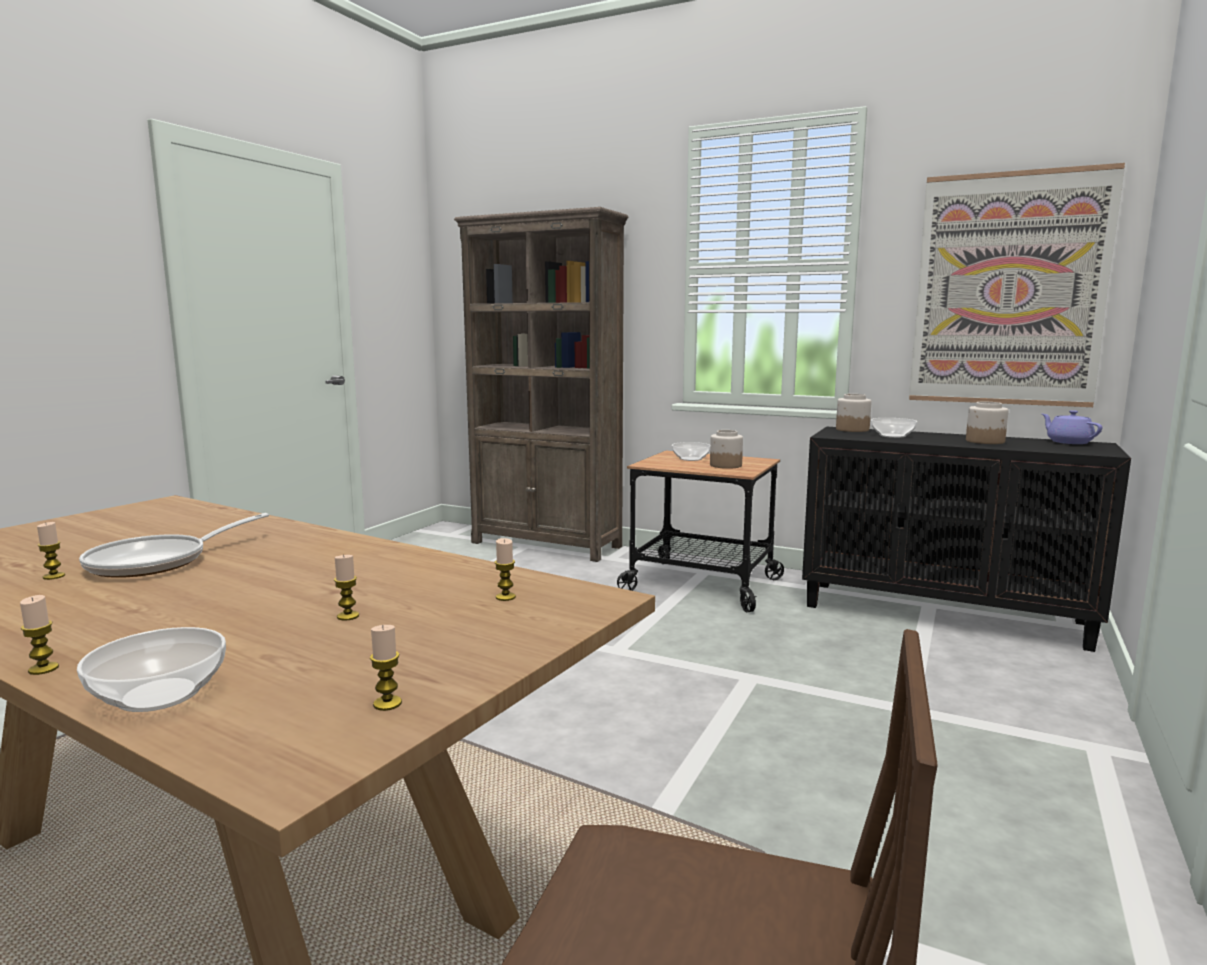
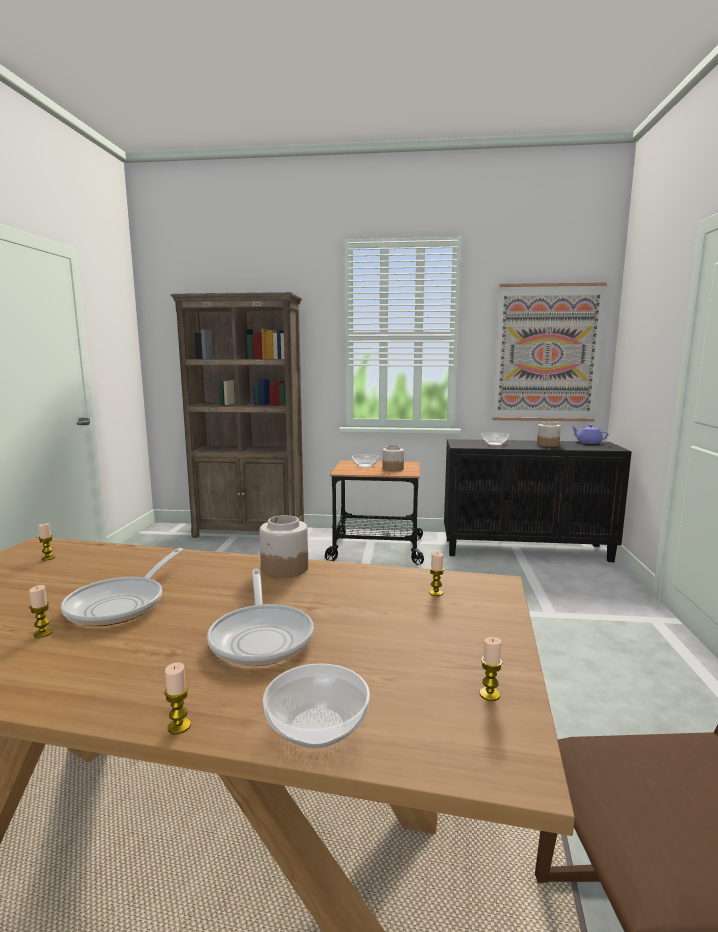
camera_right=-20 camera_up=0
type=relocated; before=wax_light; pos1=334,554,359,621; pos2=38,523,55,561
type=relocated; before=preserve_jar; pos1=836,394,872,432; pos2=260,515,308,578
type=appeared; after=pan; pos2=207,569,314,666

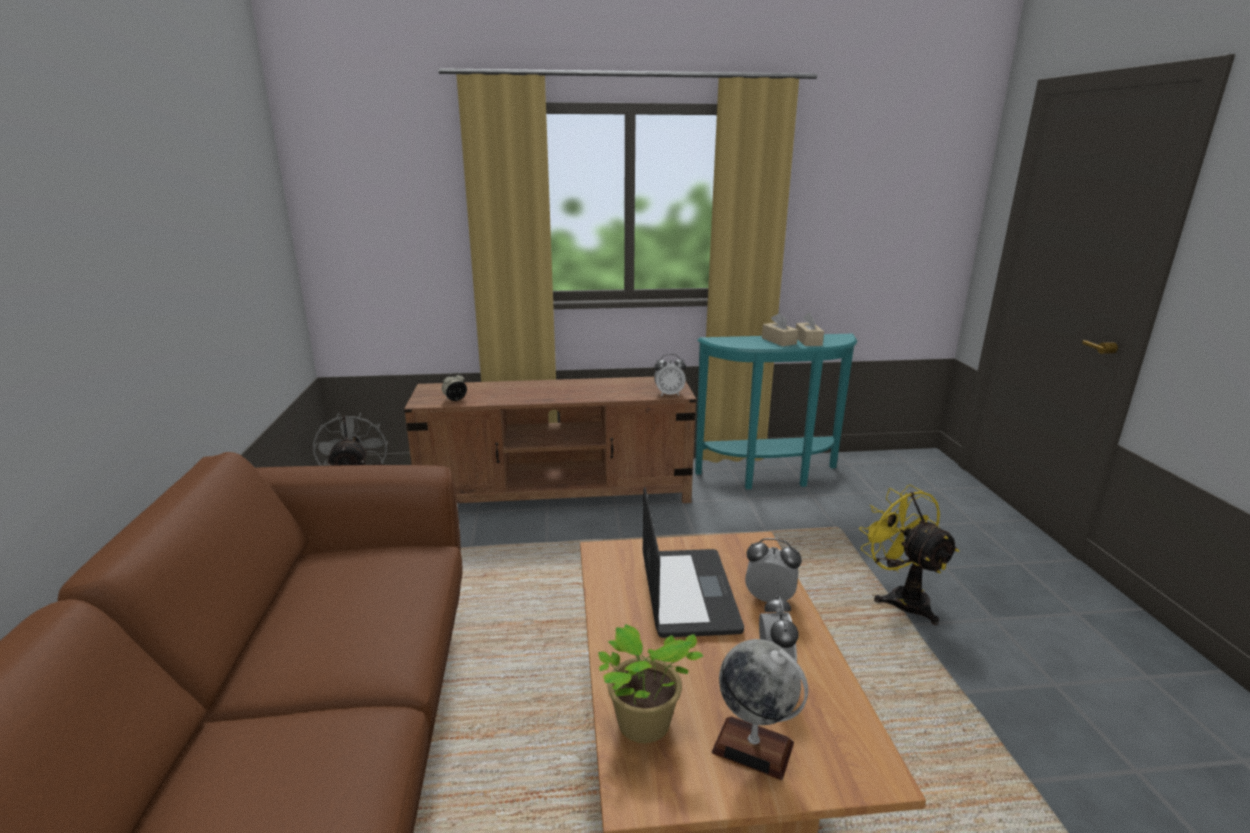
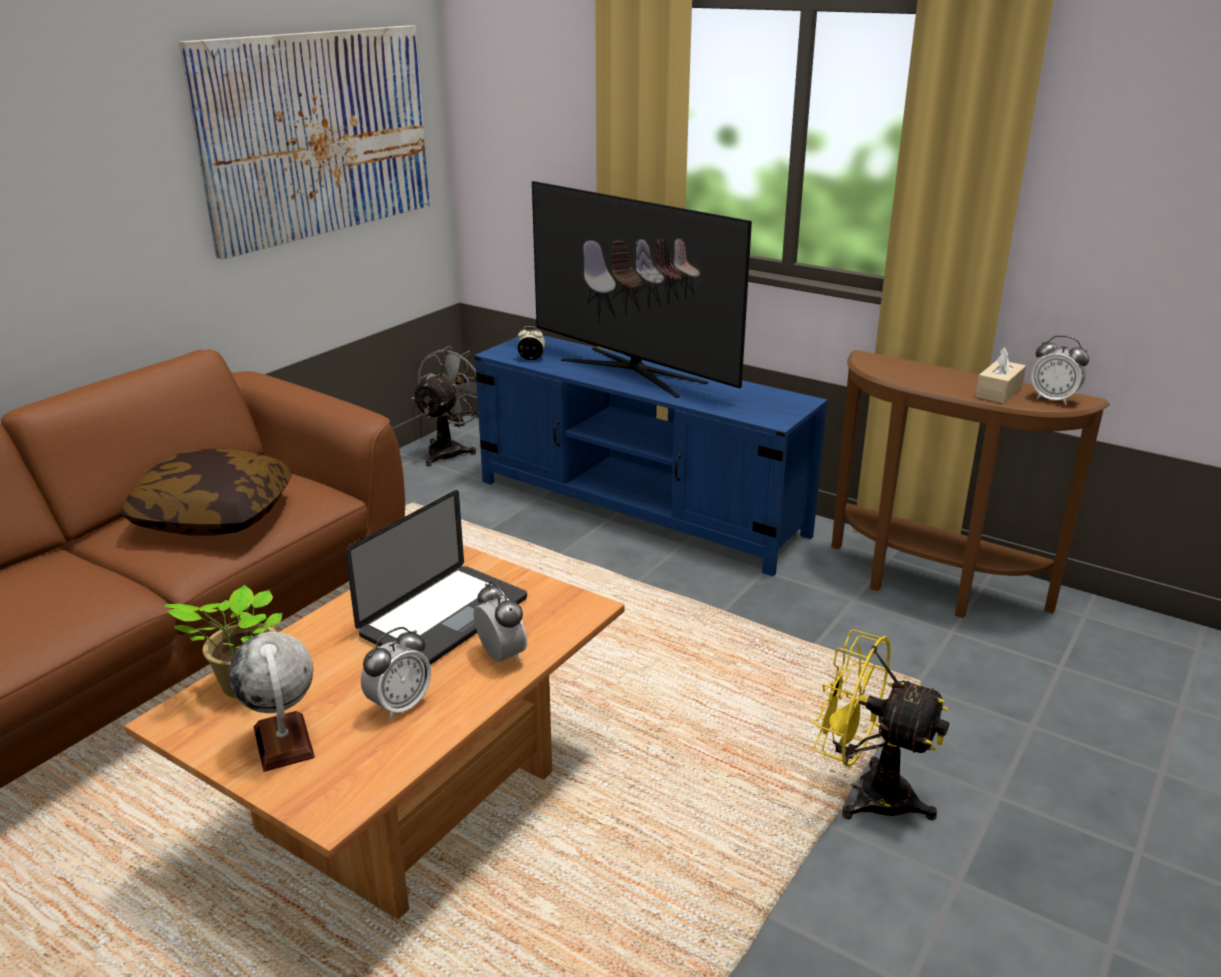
camera_right=40 camera_up=5
type=colour; before=brown-coloured_tv_stand; after=bluish_tv_stand; pos1=404,377,696,503; pos2=474,336,827,576
type=relocated; before=alarm_clock; pos1=654,354,686,396; pos2=1031,335,1089,405
type=colour; before=turquoise_console_table; after=brown-coloured_console_table; pos1=695,334,857,489; pos2=831,350,1110,618
type=missing; before=sand-coloured_tissue_holder; pos1=762,313,798,346
type=spun; before=yellowish_cooling_fan; pos1=859,485,959,625; pos2=813,629,949,820; turn=-75
type=appeared; after=cushion; pos2=120,449,291,536
type=appeared; after=wall_art; pos2=179,25,430,259
type=appeared; after=TV_set; pos2=532,181,752,398

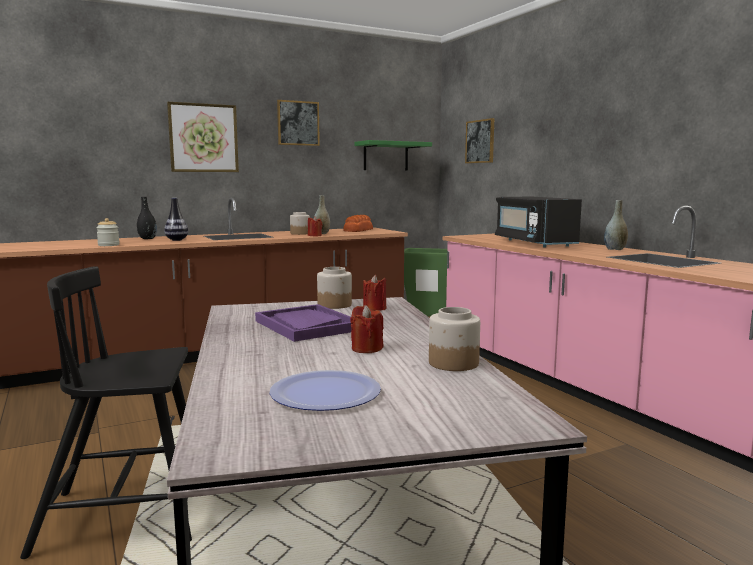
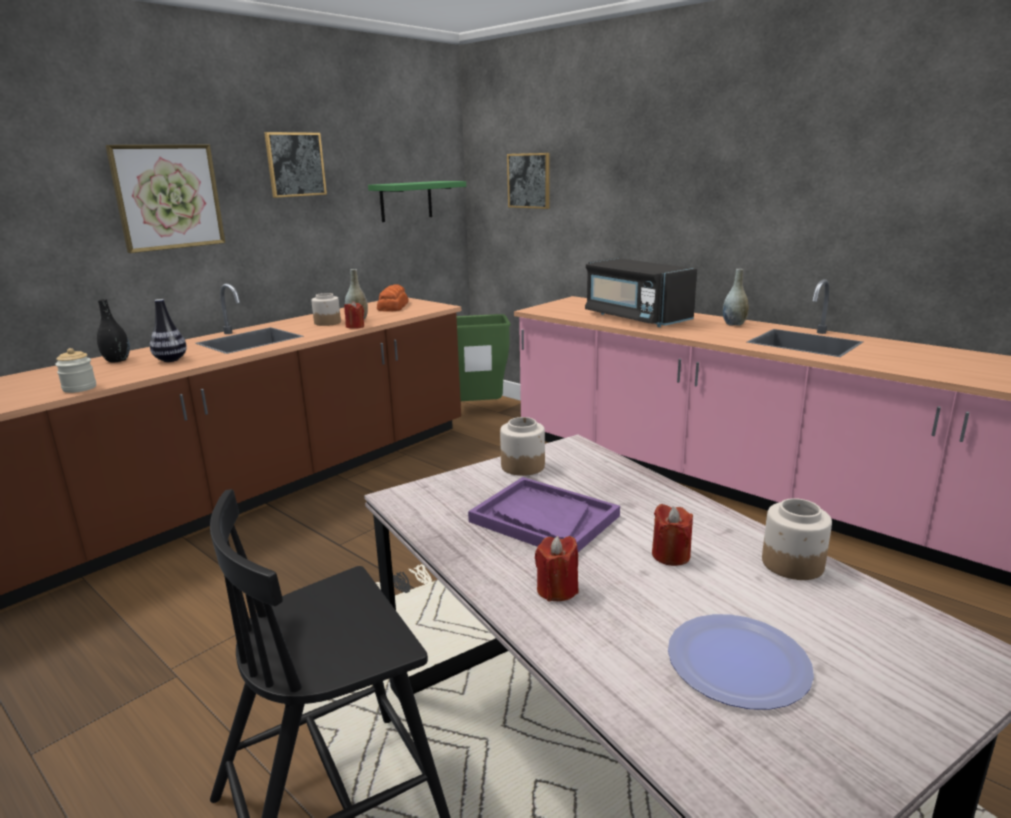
camera_right=-20 camera_up=10
type=relocated; before=reddish_wax_light; pos1=363,275,387,311; pos2=535,536,579,602

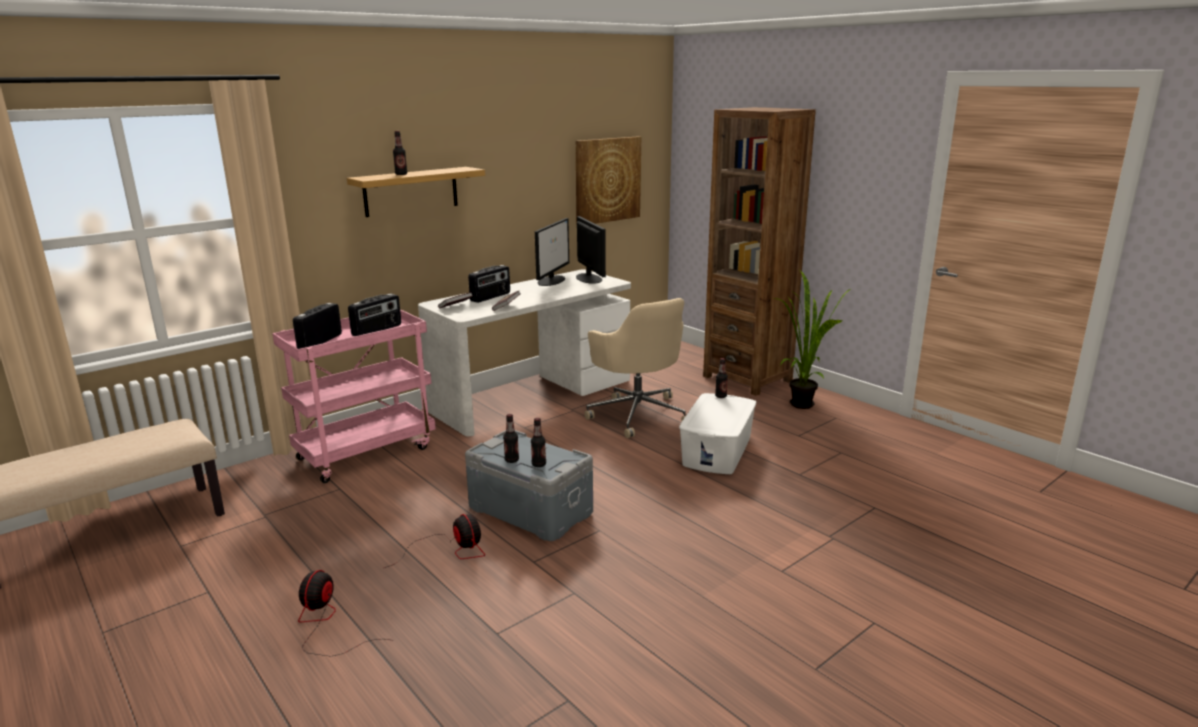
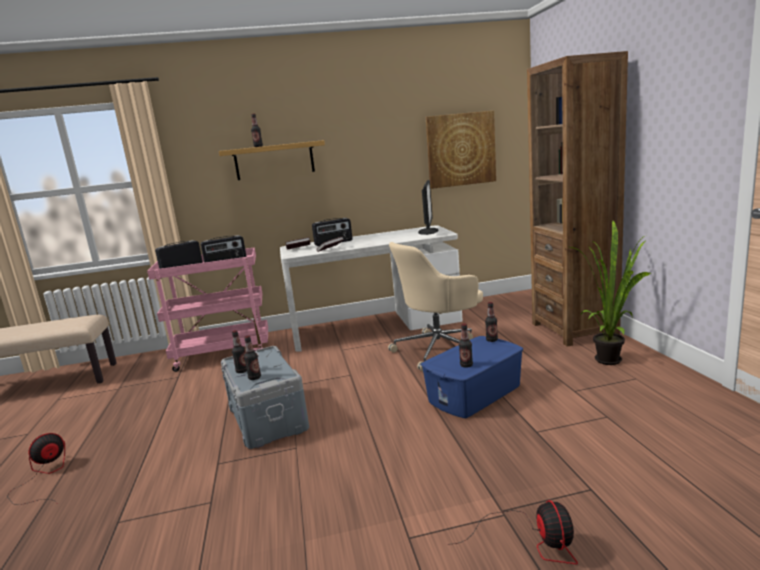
camera_right=30 camera_up=-5
type=relocated; before=cooling_fan; pos1=384,514,485,568; pos2=447,500,578,564
type=missing; before=monitor; pos1=535,218,569,286
type=spun; before=sand-coloured_computer_chair; pos1=585,298,686,438; pos2=388,242,483,372; turn=60
type=colour; before=white_storage_box; after=bluish_storage_box; pos1=679,393,756,474; pos2=421,336,523,418
type=appeared; after=bottle; pos2=459,323,473,368

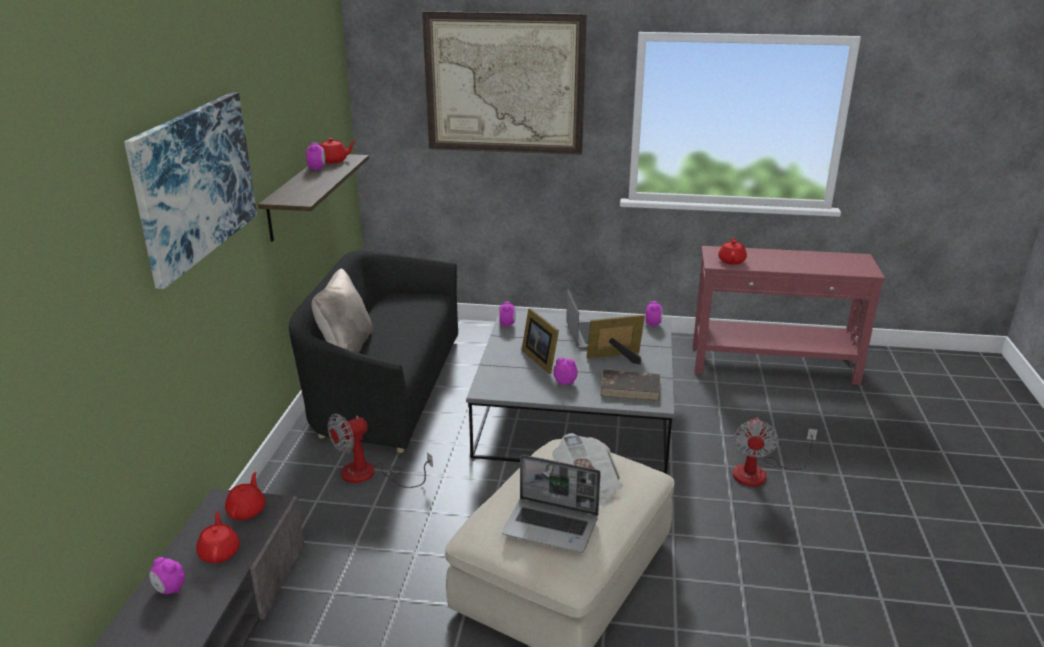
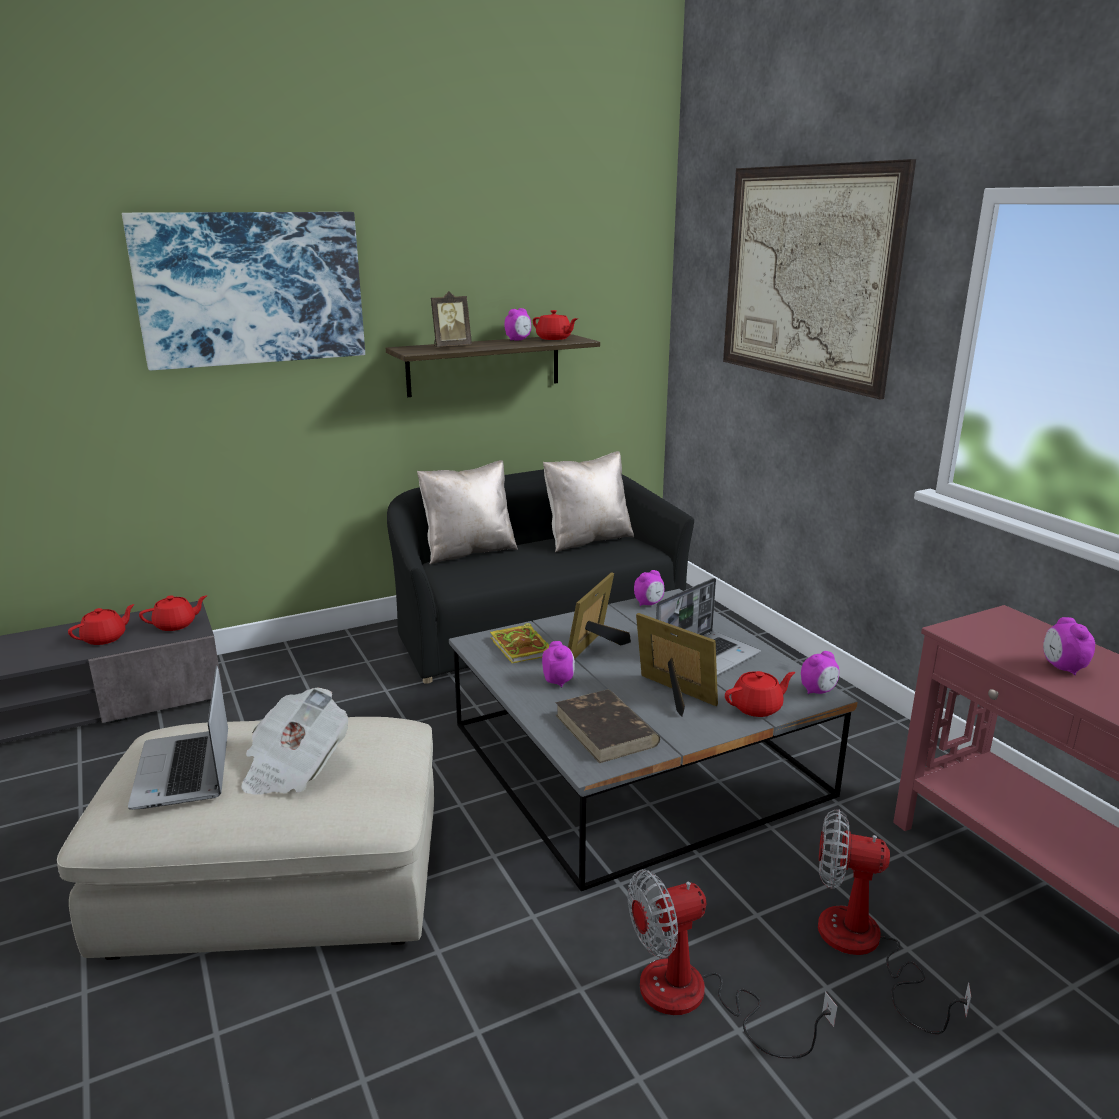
camera_right=55 camera_up=-5
type=relocated; before=alarm_clock; pos1=149,557,185,594; pos2=1043,617,1095,675
type=relocated; before=cooling_fan; pos1=328,413,433,488; pos2=818,809,971,1034
type=relocated; before=reddish_teapot; pos1=718,237,747,265; pos2=725,671,795,717
type=appeared; after=photo_frame; pos2=431,291,472,347
type=appeared; after=bound_book; pos2=490,623,549,663
type=appeared; after=sand-coloured_cushion; pos2=543,451,634,552

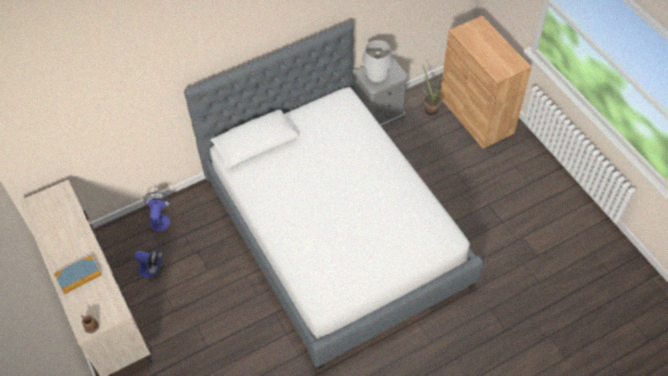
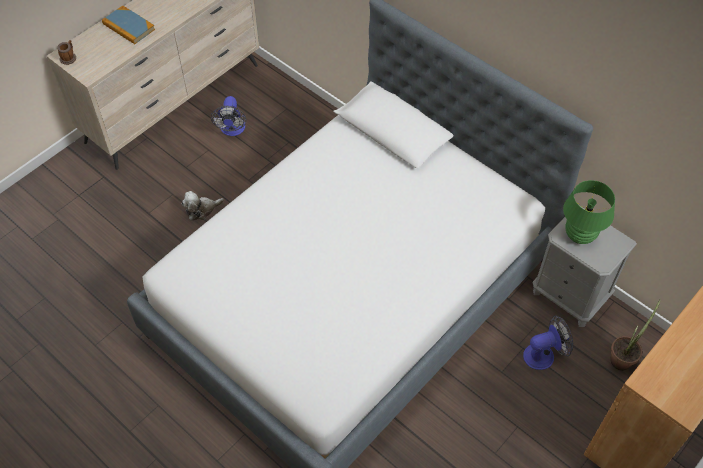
camera_right=70 camera_up=0
type=relocated; before=cooling_fan; pos1=143,192,171,232; pos2=523,316,573,370
type=colour; before=white_tabletop_lamp; after=green-coloured_tabletop_lamp; pos1=362,40,393,83; pos2=563,180,615,244
type=appeared; after=cuddly_toy; pos2=182,191,224,221

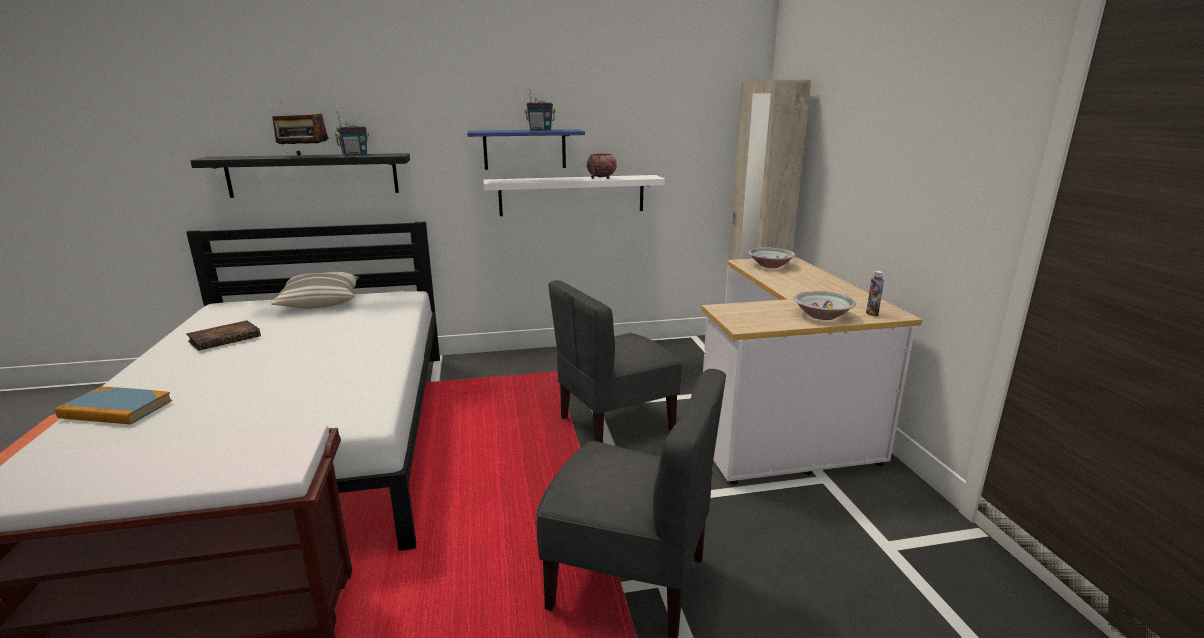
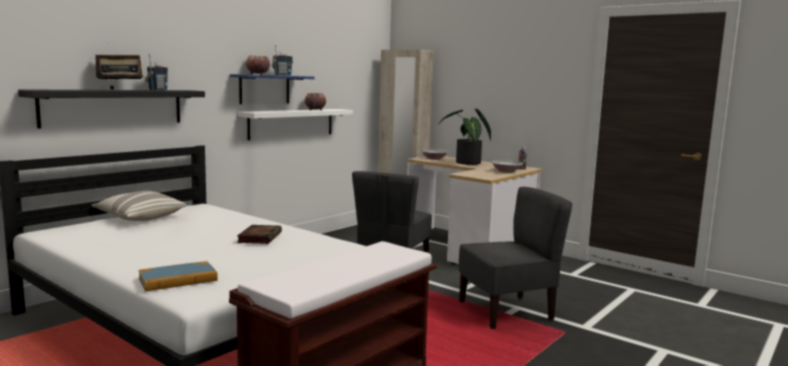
camera_right=-40 camera_up=-10
type=relocated; before=bound_book; pos1=186,320,261,351; pos2=237,225,282,244
type=appeared; after=deep_dish; pos2=246,56,270,75
type=appeared; after=plant_in_a_pot; pos2=438,109,491,165

